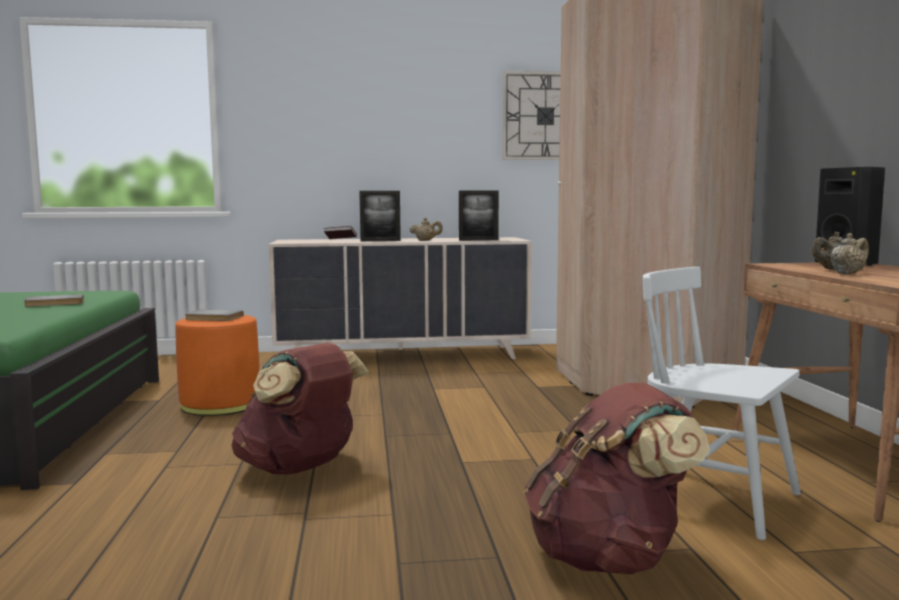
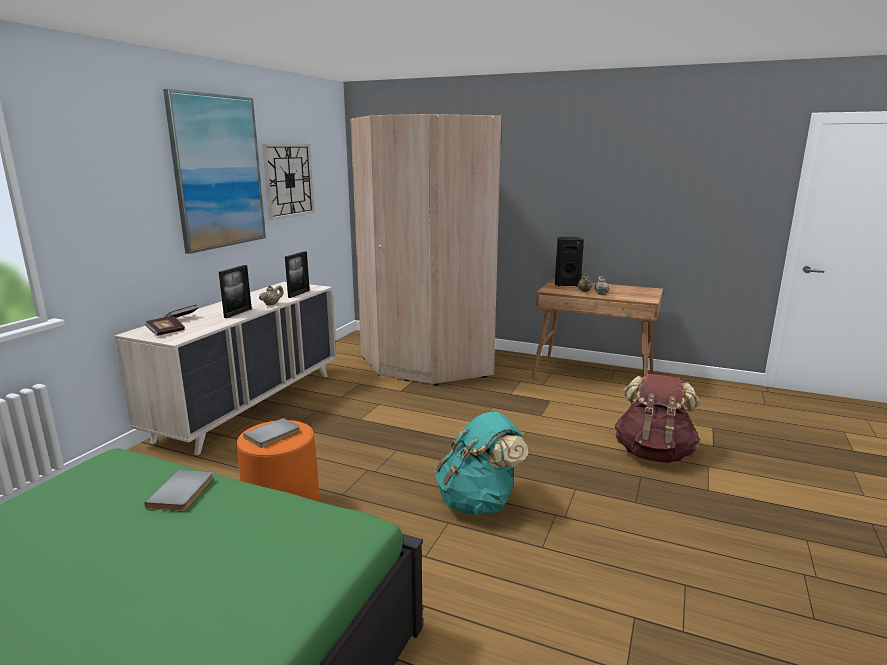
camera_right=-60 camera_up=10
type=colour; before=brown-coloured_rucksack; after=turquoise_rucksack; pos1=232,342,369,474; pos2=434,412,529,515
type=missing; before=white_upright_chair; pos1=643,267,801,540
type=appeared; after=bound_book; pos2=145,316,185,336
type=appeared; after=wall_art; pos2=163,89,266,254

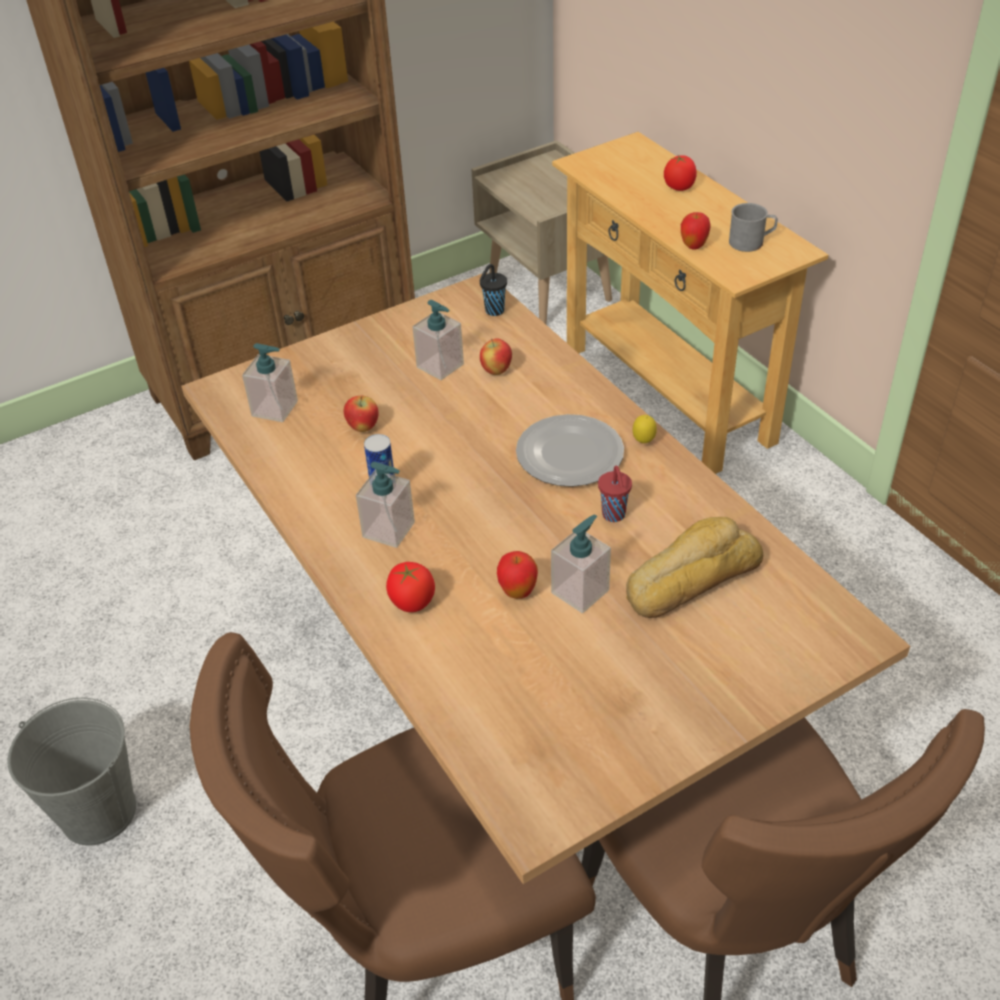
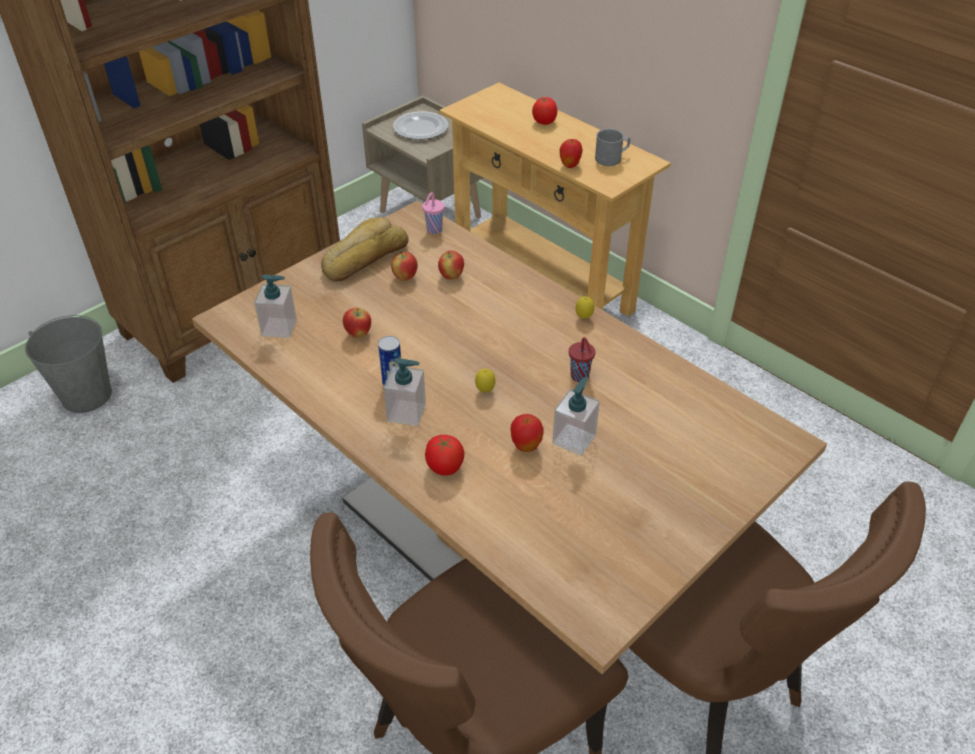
camera_right=-15 camera_up=0
type=relocated; before=grey_water_bucket; pos1=8,698,136,845; pos2=25,315,112,413
type=exchanged; before=soap_bottle; after=apple_fruit; pos1=412,300,464,380; pos2=391,251,418,281
type=colour; before=black_drinking_cup; after=pink_drinking_cup; pos1=480,264,507,316; pos2=422,192,445,234
type=relocated; before=plate; pos1=516,414,624,487; pos2=393,111,448,140
type=relocated; before=baked_bread; pos1=626,517,763,618; pos2=321,217,409,282
type=appeared; after=lemon; pos2=475,369,496,393

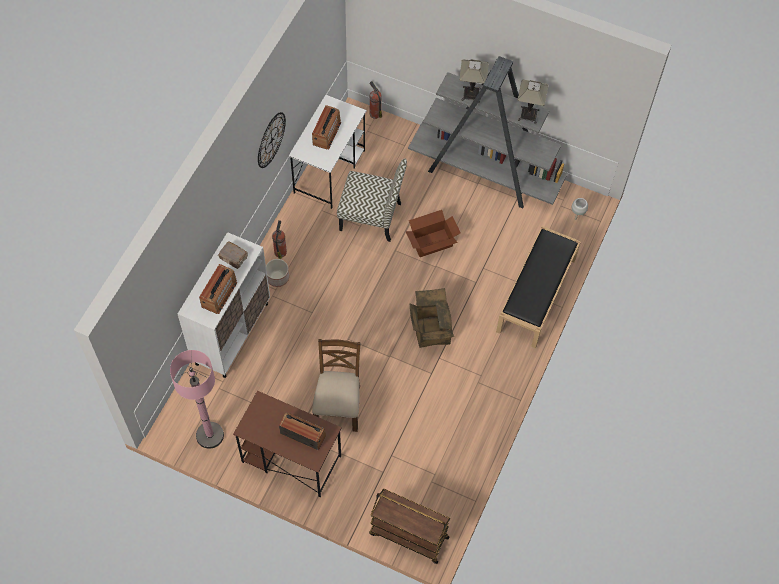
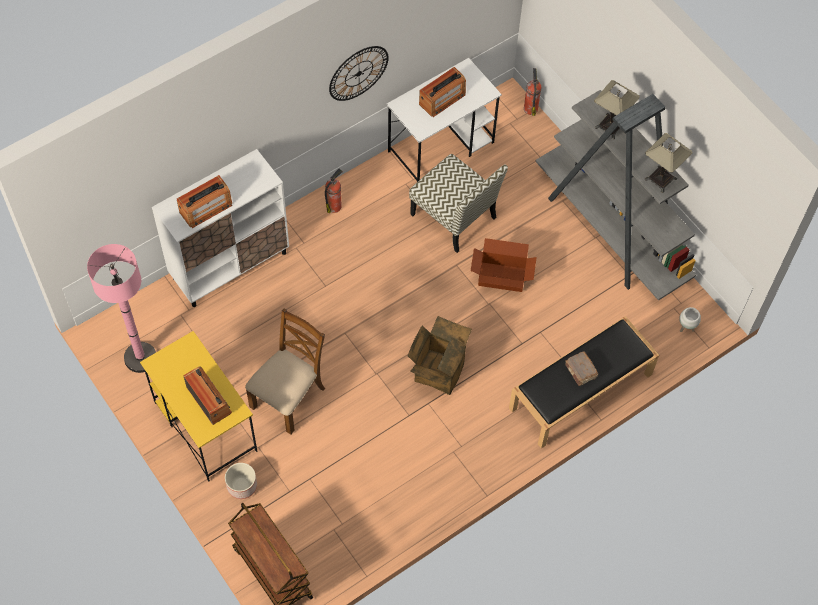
camera_right=30 camera_up=0
type=relocated; before=brown-coloured_bound_book; pos1=218,242,248,269; pos2=565,351,598,386
type=colour; before=brown-coloured_desk_table; after=yellowish_desk_table; pos1=233,391,342,498; pos2=140,331,257,481
type=relocated; before=planter; pos1=266,259,289,287; pos2=225,463,257,499

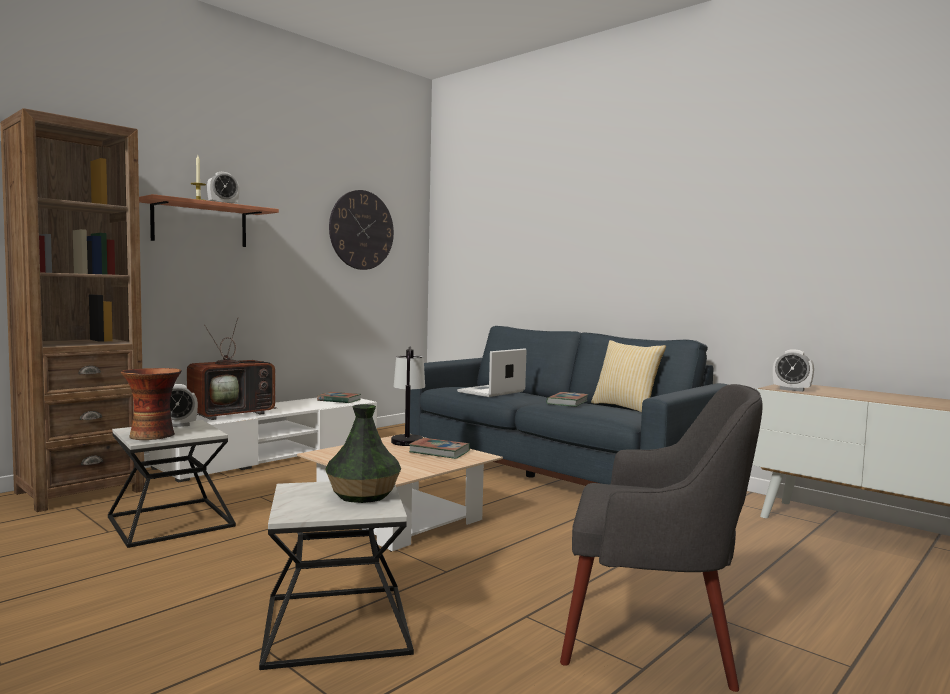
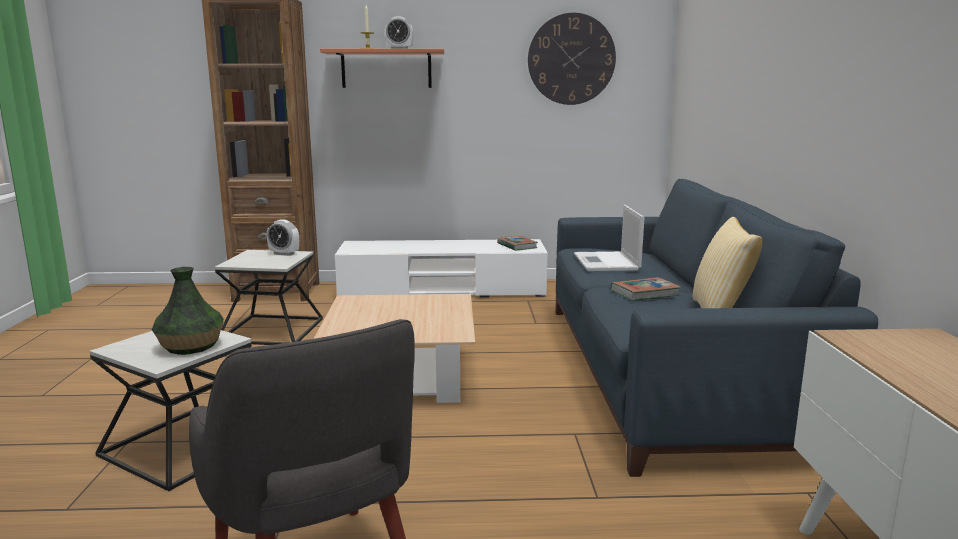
camera_right=45 camera_up=10
type=missing; before=vase; pos1=121,368,182,440
type=missing; before=TV_set; pos1=187,317,277,420
type=missing; before=tabletop_lamp; pos1=391,347,425,446
type=missing; before=bound_book; pos1=409,438,470,459
type=spun; before=notebook_computer; pos1=457,348,527,397; pos2=574,205,645,271; turn=-90
type=missing; before=alarm_clock; pos1=773,349,814,392

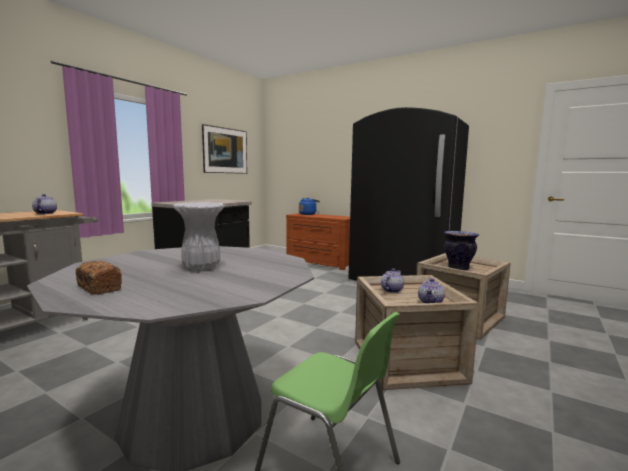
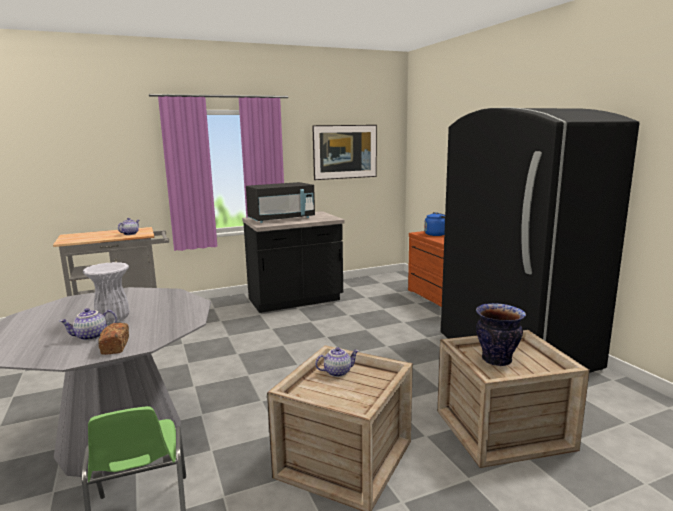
camera_right=35 camera_up=5
type=relocated; before=baked_bread; pos1=75,261,122,295; pos2=98,323,129,355
type=relocated; before=teapot; pos1=418,278,445,303; pos2=59,308,117,341
type=appeared; after=black_kitchen_microwave; pos2=246,182,315,223

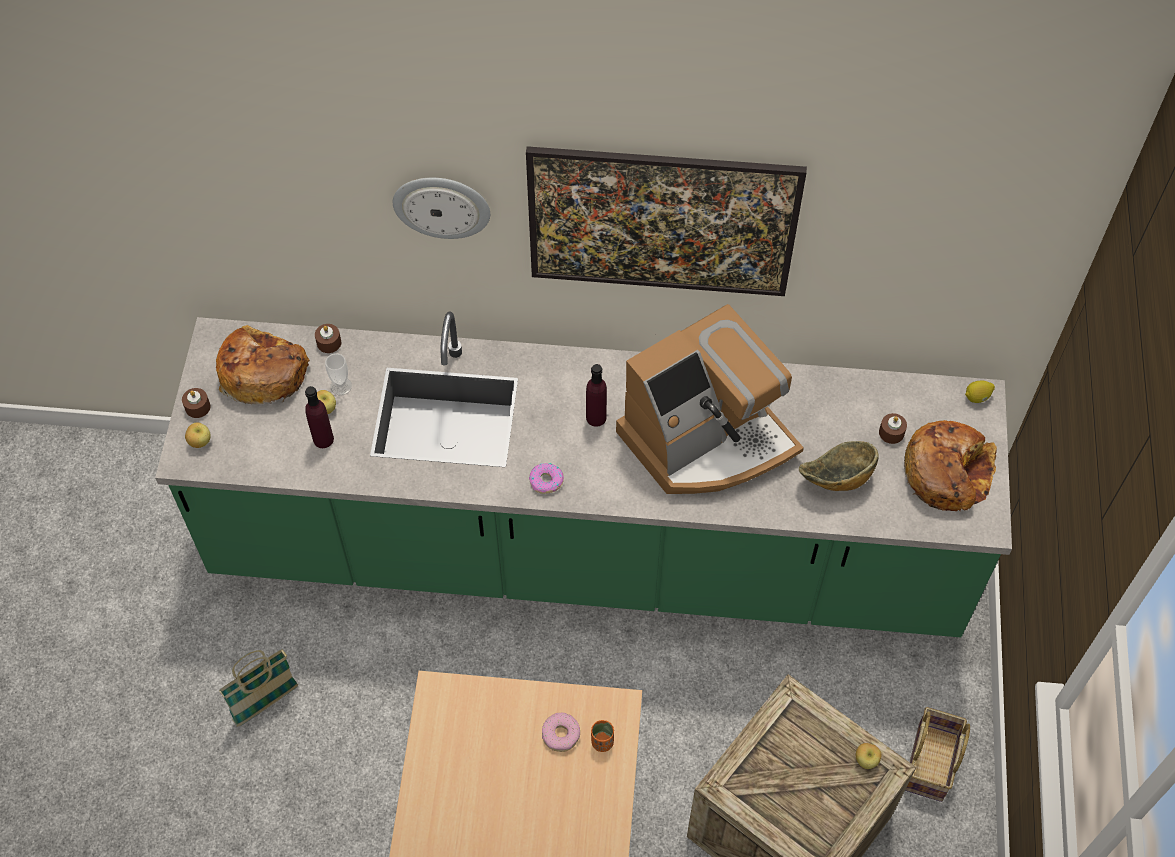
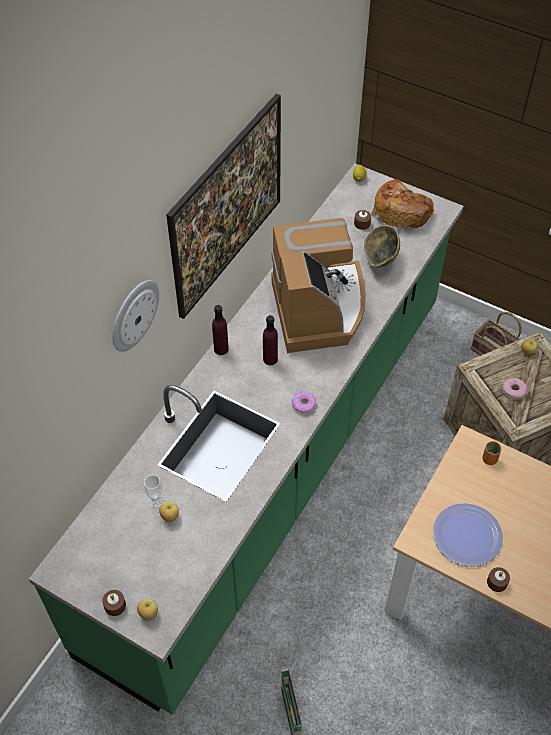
camera_right=-65 camera_up=-5
type=missing; before=baked_bread; pos1=216,325,310,405
type=relocated; before=purple_bottle; pos1=305,386,334,448; pos2=212,305,229,355
type=relocated; before=brown-coloured_wax_light; pos1=315,324,341,353; pos2=487,567,510,592
type=relocated; before=doughnut; pos1=542,713,580,752; pos2=502,378,528,400
type=appeared; after=plate; pos2=433,503,503,567

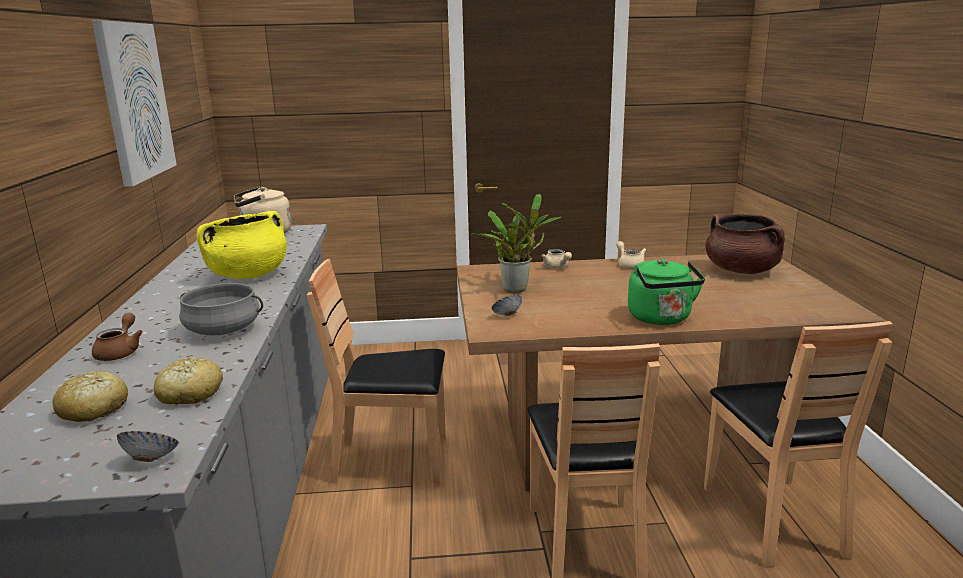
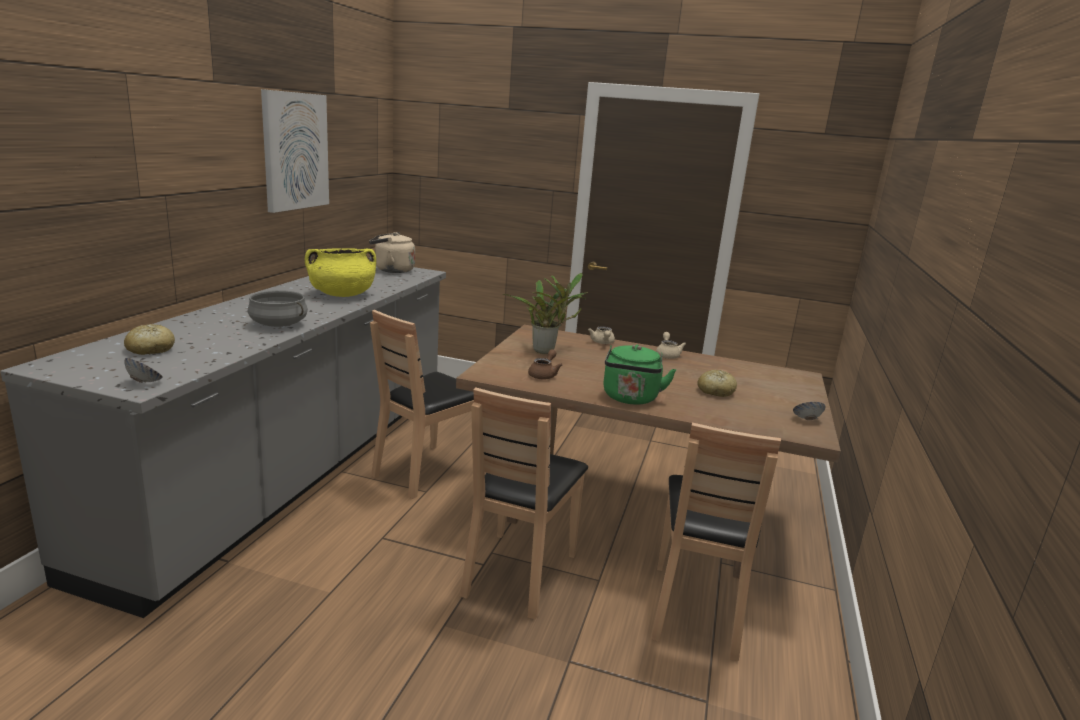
camera_right=20 camera_up=0
type=relocated; before=brown-coloured_teapot; pos1=92,313,143,361; pos2=528,349,562,379
type=relocated; before=baked_bread; pos1=154,357,223,405; pos2=697,370,737,397
type=spun; before=brown-coloured_upright_chair; pos1=307,259,446,486; pos2=370,310,474,499; turn=-75
type=relocated; before=deep_dish; pos1=491,295,522,316; pos2=793,402,826,420
type=missing; before=brown-coloured_stockpot; pos1=706,214,784,274

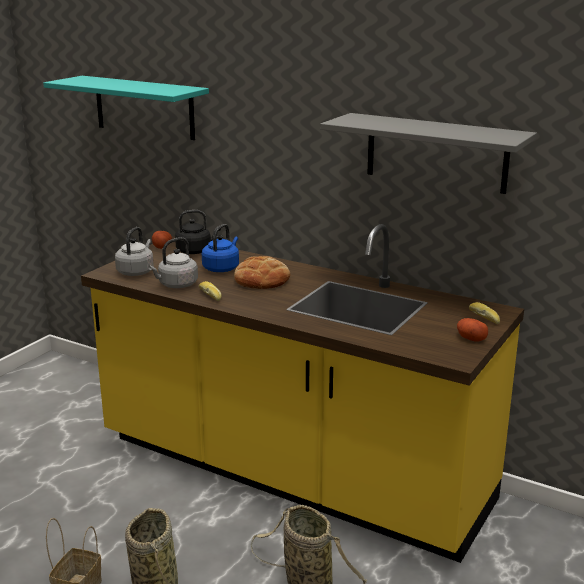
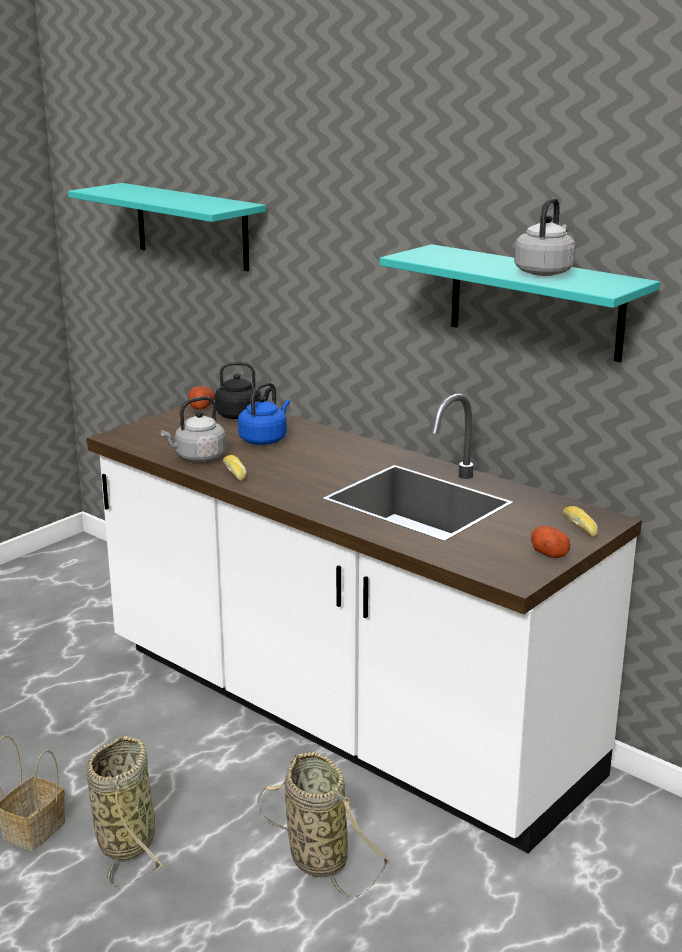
camera_right=10 camera_up=0
type=colour; before=yellowish_counter; after=white_counter; pos1=81,224,524,563; pos2=87,394,642,853
type=relocated; before=grey_water_kettle; pos1=115,227,154,276; pos2=514,198,575,276
type=missing; before=baked_bread; pos1=234,256,290,289
type=colour; before=grey_bracket_shelf; after=turquoise_bracket_shelf; pos1=320,113,537,194; pos2=380,244,660,362

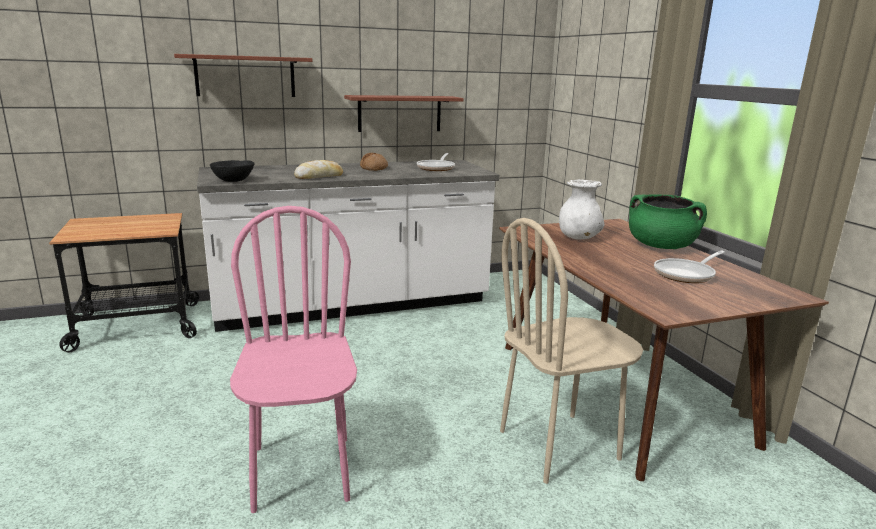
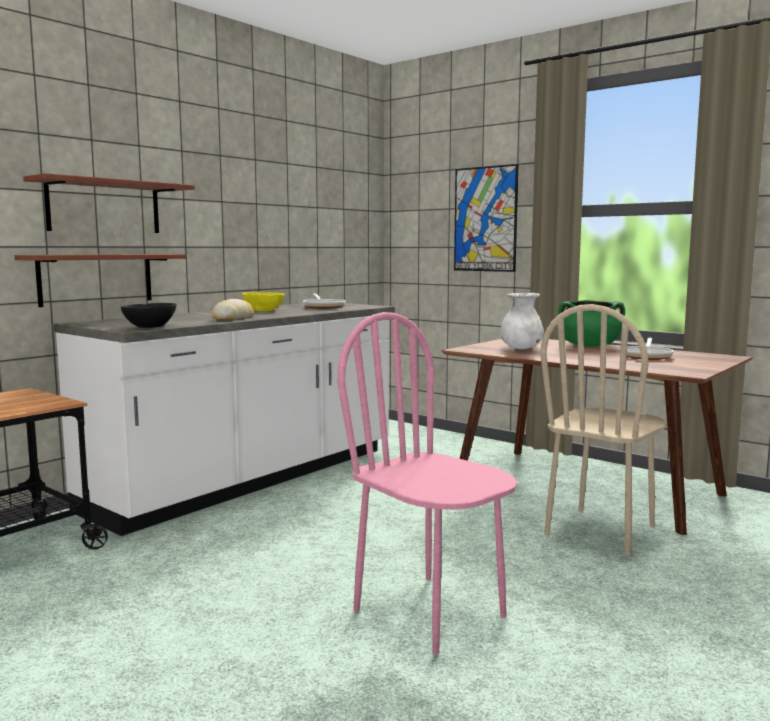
camera_right=-30 camera_up=-10
type=relocated; before=bracket_shelf; pos1=344,95,464,132; pos2=15,254,187,307
type=exchanged; before=baked_bread; after=yellowish_deep_dish; pos1=360,153,388,171; pos2=242,292,285,311
type=appeared; after=wall_art; pos2=454,164,518,272

